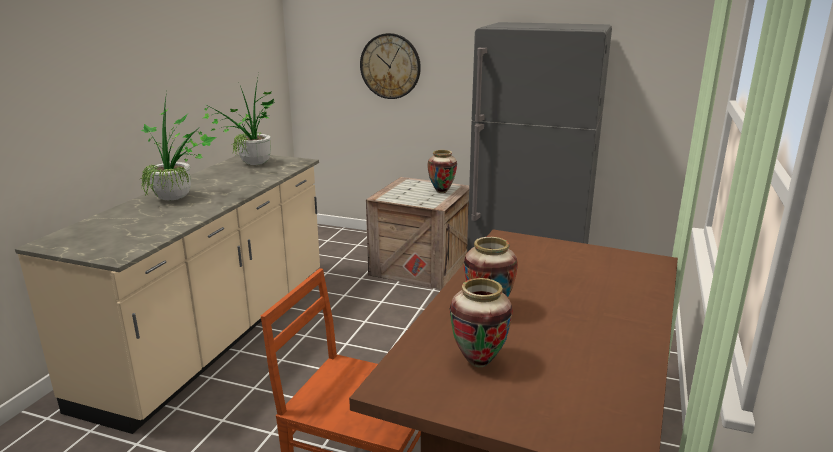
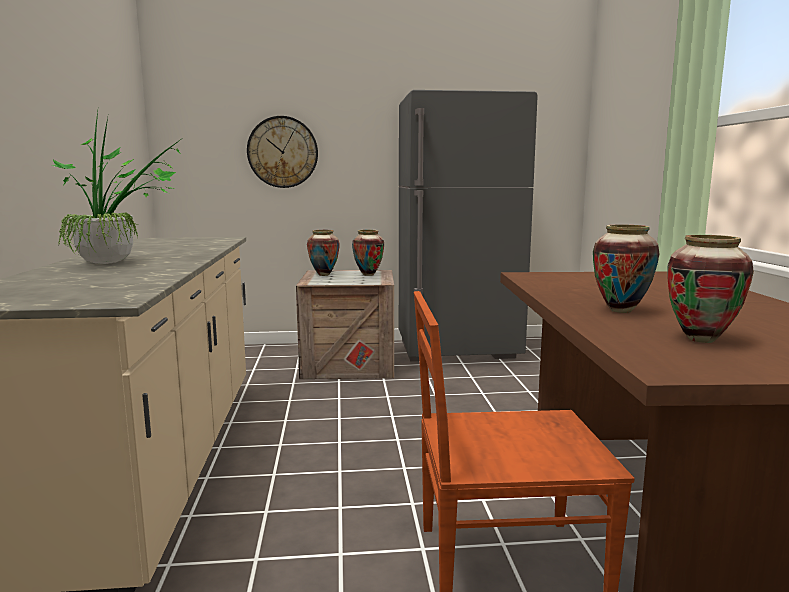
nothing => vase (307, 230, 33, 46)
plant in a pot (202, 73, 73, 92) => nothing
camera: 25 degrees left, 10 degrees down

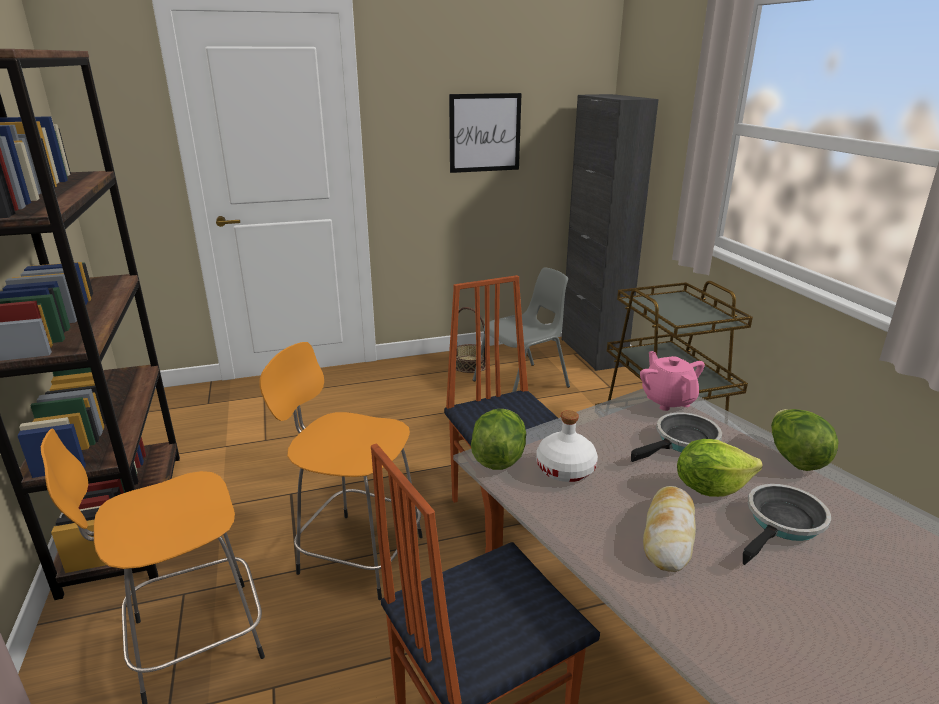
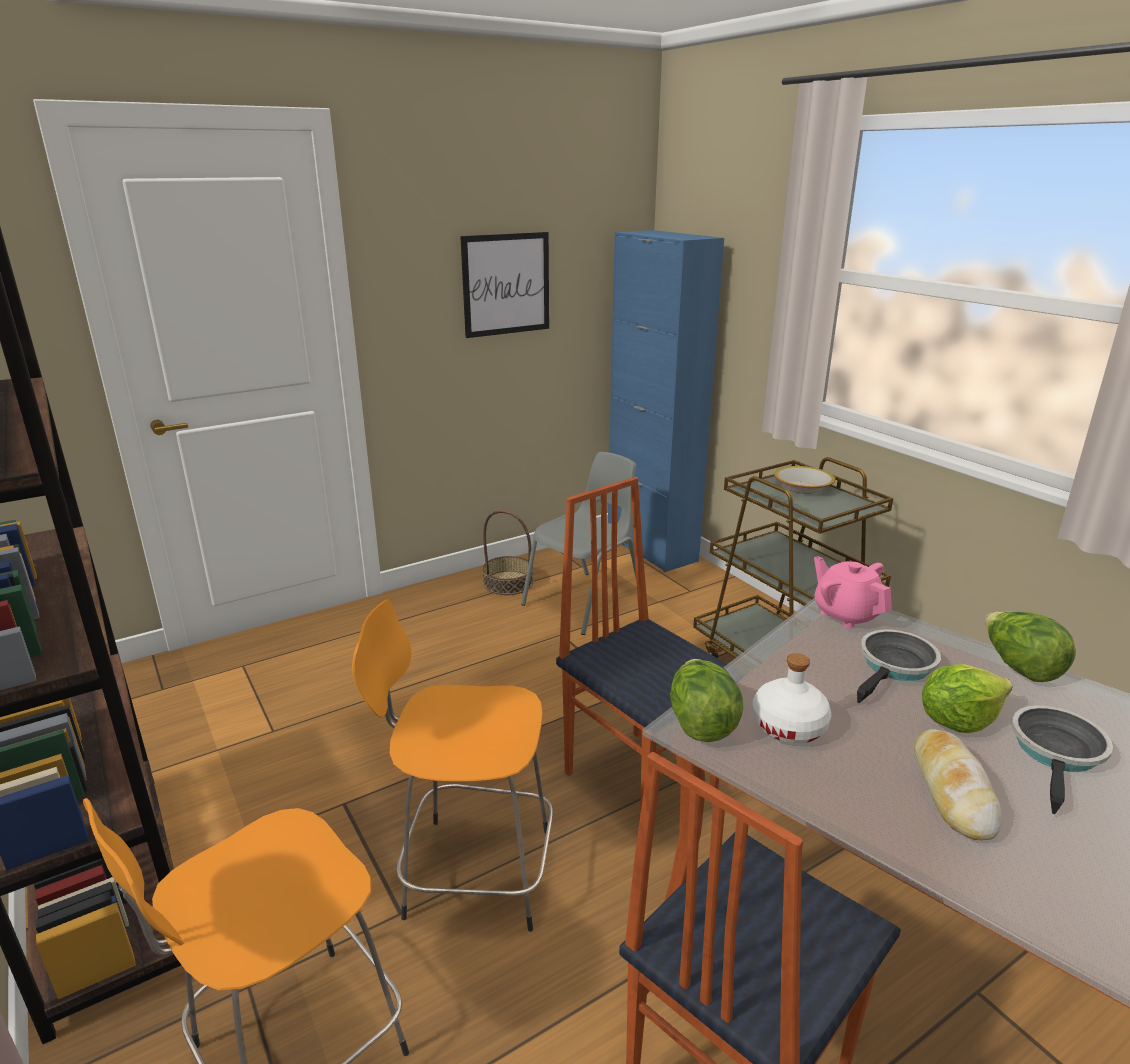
black cupboard (562, 94, 97, 277) => blue-coloured cupboard (608, 230, 116, 342)
nothing => serving bowl (774, 466, 61, 28)
camera: 15 degrees left, 0 degrees up

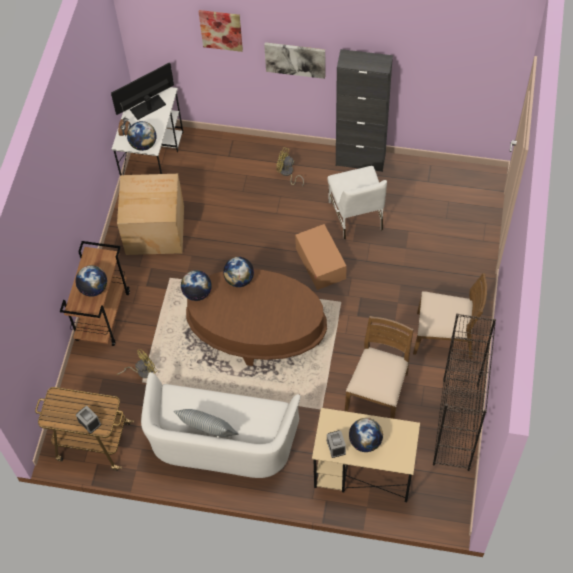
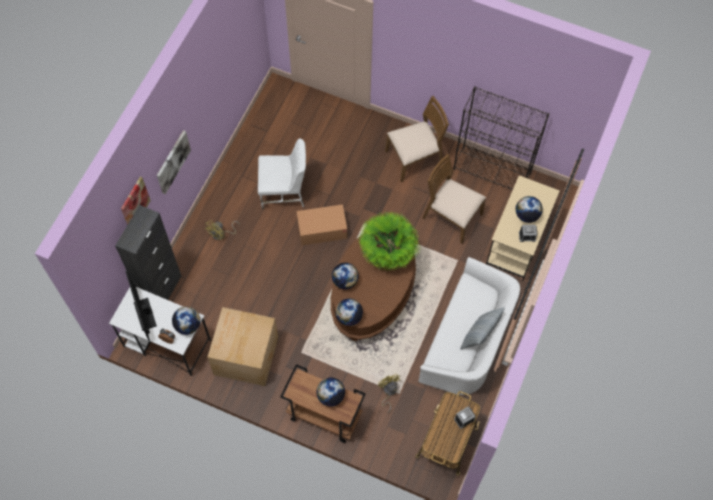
black cupboard (336, 49, 57, 123) => black cupboard (115, 205, 66, 95), relocated
nothing => plant in a pot (358, 211, 63, 60)
brown-coloured upright chair (413, 273, 74, 85) => brown-coloured upright chair (385, 96, 64, 86), 45 degrees clockwise
camera: 80 degrees left, 5 degrees up

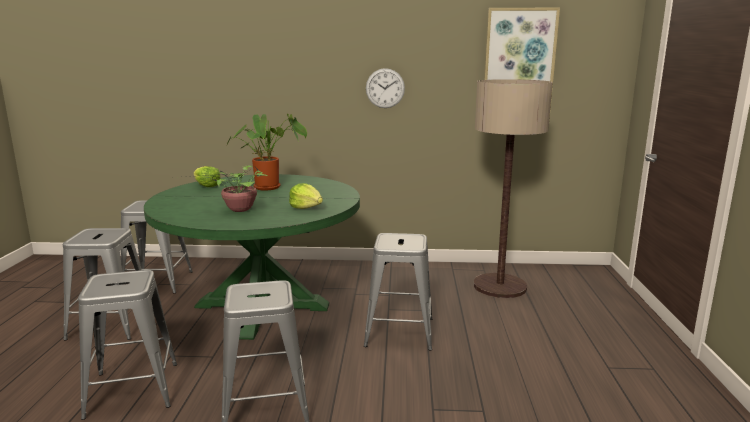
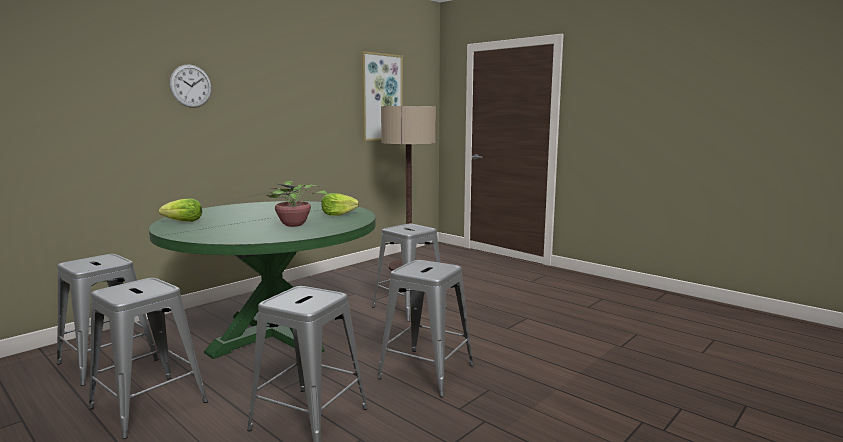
clock on the wall (366, 68, 39, 40) => clock on the wall (170, 64, 42, 44), relocated
plant in a pot (226, 114, 81, 77) => nothing
camera: 50 degrees left, 5 degrees down

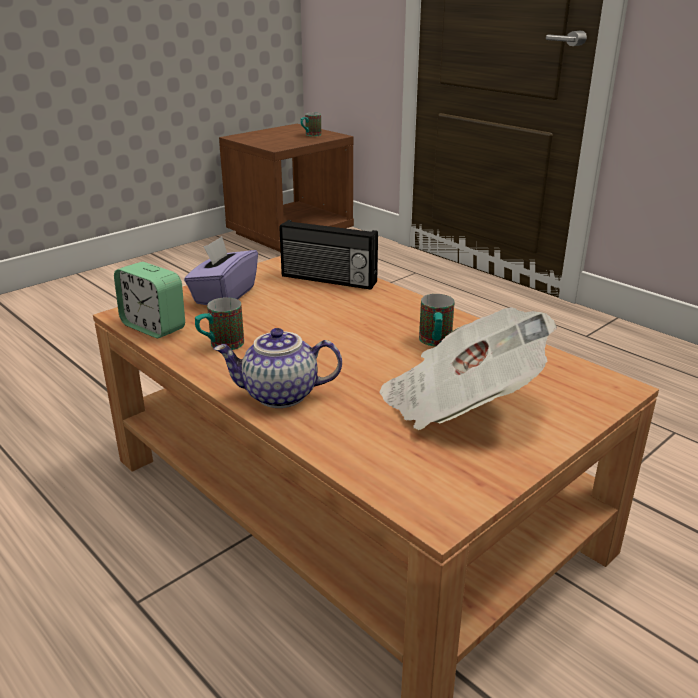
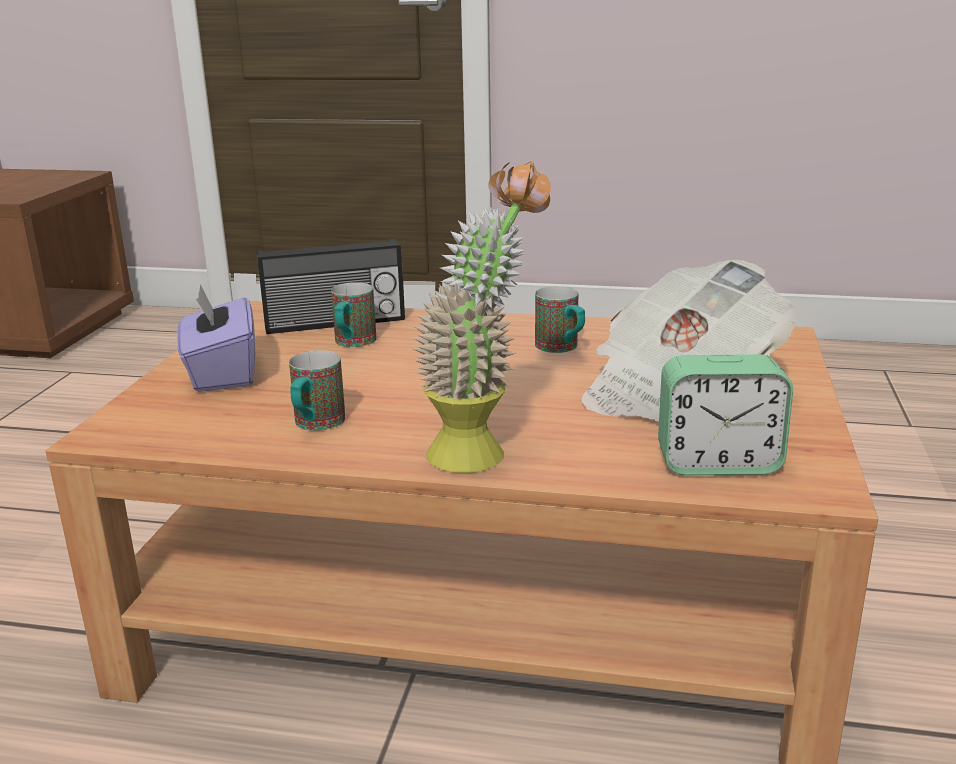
tea mug (300, 112, 21, 25) => tea mug (331, 282, 46, 65), relocated
teapot (214, 328, 128, 80) => plant in a pot (413, 161, 138, 312)
alarm clock (114, 262, 71, 76) => alarm clock (658, 354, 135, 121), relocated
camera: 35 degrees left, 5 degrees down

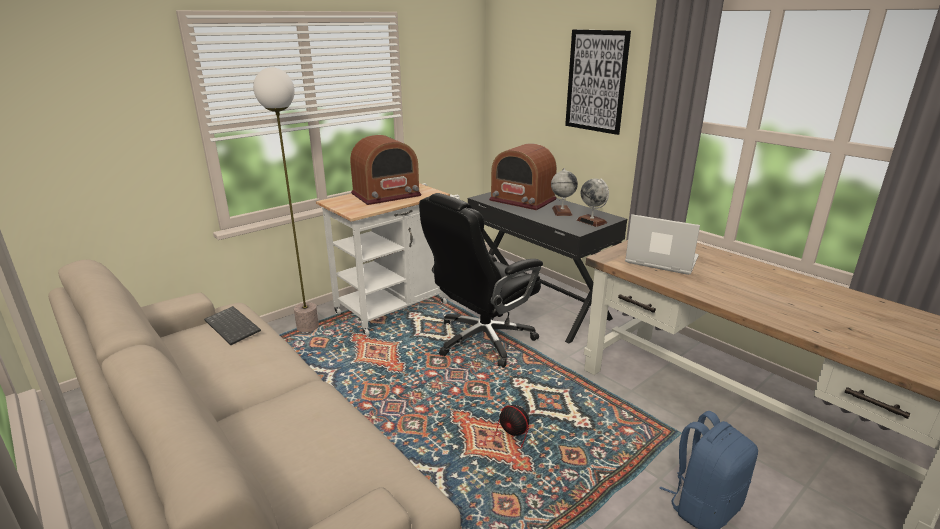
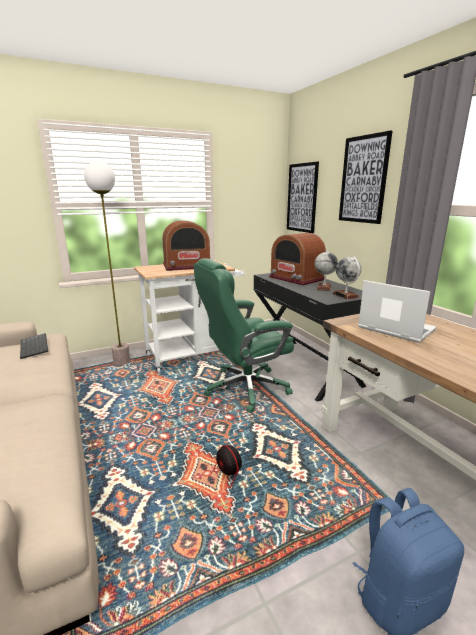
black computer chair (419, 193, 124, 175) => green-coloured computer chair (194, 258, 100, 155)
nothing => wall picture (287, 161, 32, 72)
camera: 15 degrees right, 5 degrees down

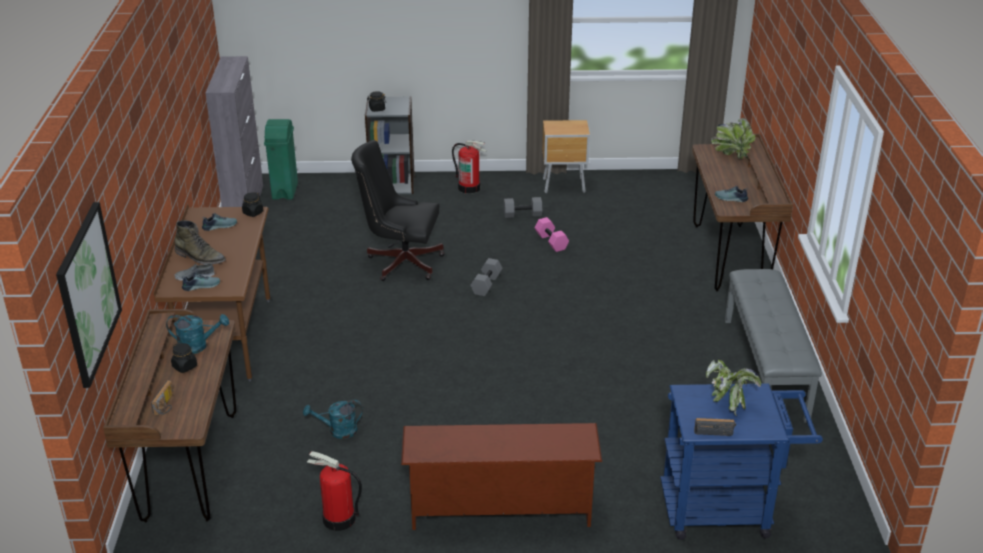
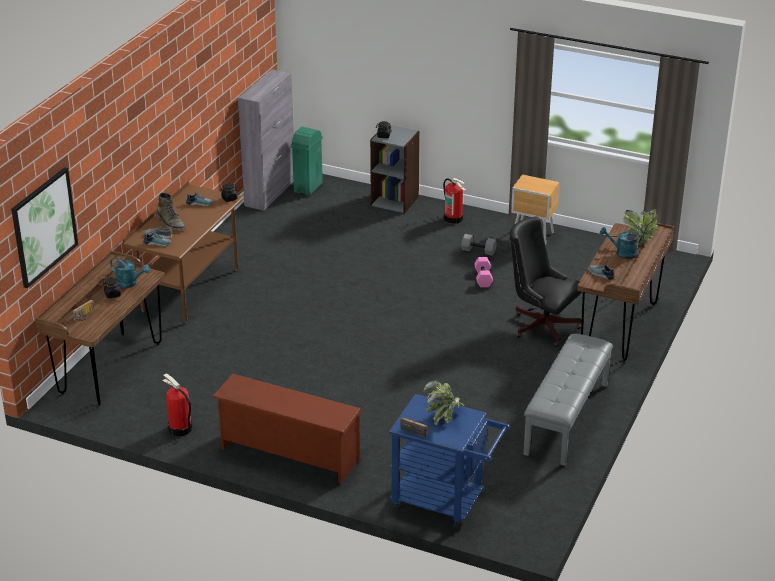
black computer chair (351, 140, 94, 141) => black computer chair (510, 216, 72, 131), relocated
turquoise-coloured sprinkling can (303, 400, 60, 39) => turquoise-coloured sprinkling can (600, 227, 44, 32), relocated
grey free weight (470, 258, 33, 38) => nothing
camera: 25 degrees right, 0 degrees up

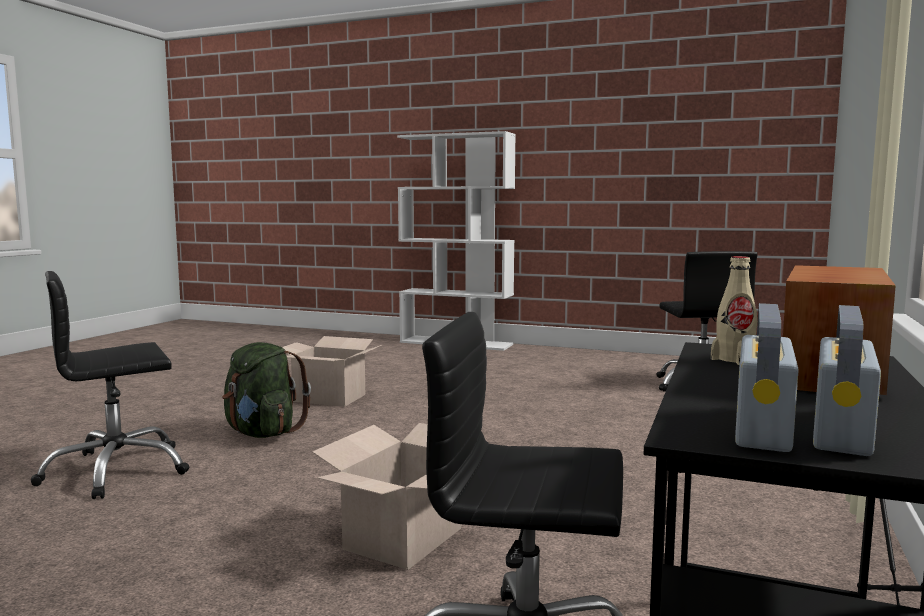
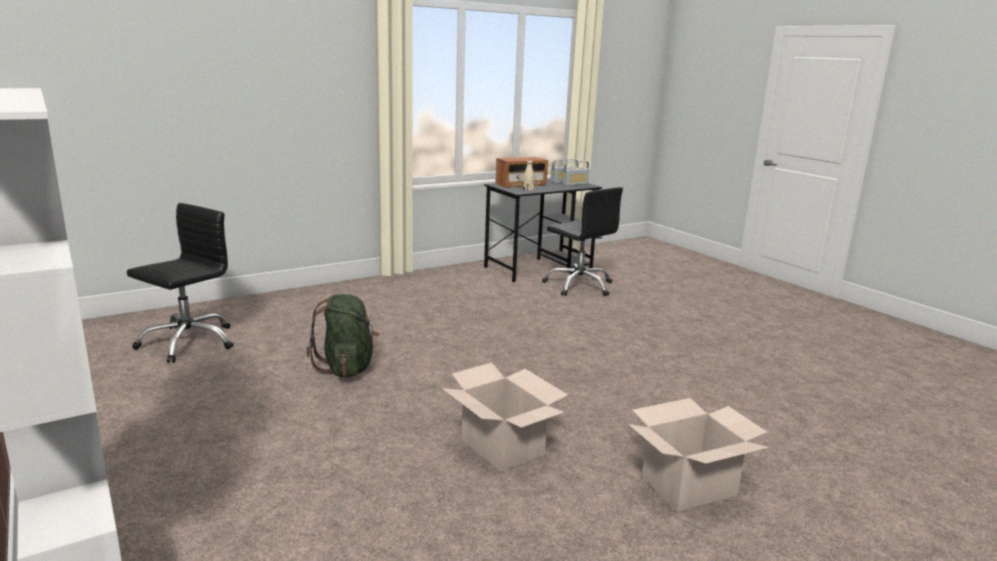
green-coloured rucksack (222, 342, 89, 96) => green-coloured rucksack (306, 294, 74, 84), relocated
cardboard box (312, 423, 150, 147) => cardboard box (628, 398, 141, 114), relocated
black computer chair (31, 271, 158, 228) => nothing
camera: 145 degrees left, 10 degrees up

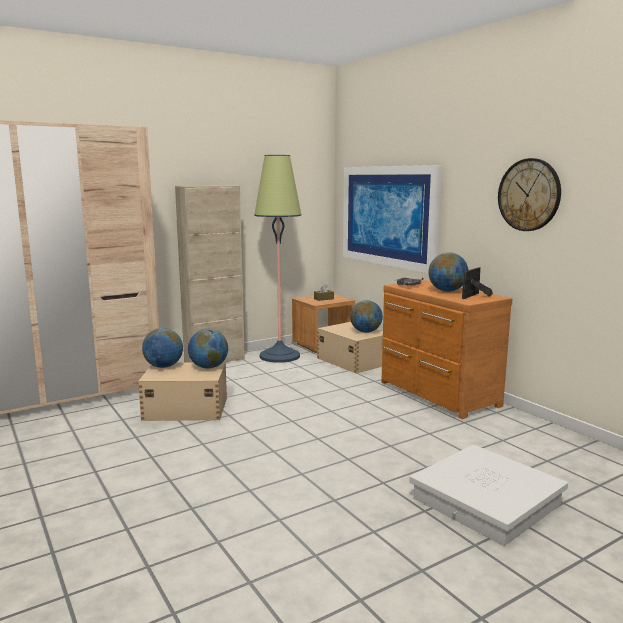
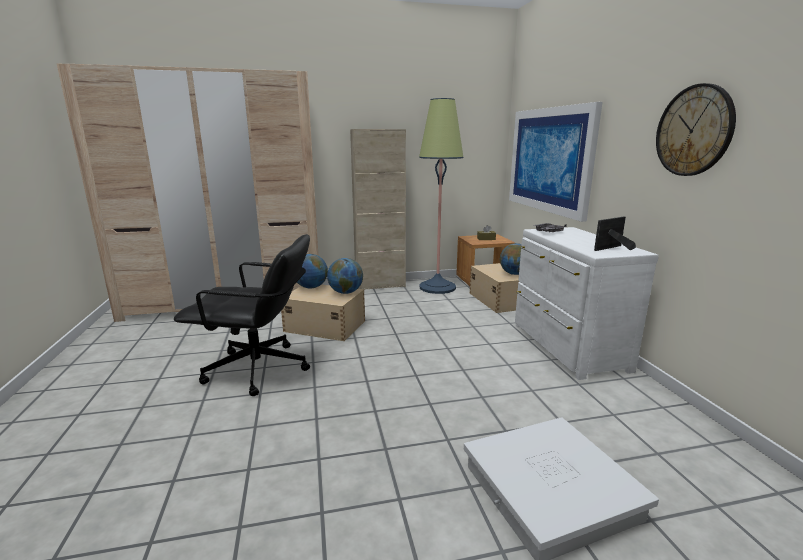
nothing => black computer chair (174, 234, 136, 162)
brown-coloured dresser (381, 280, 131, 139) => white-coloured dresser (515, 227, 144, 153)
world globe (428, 252, 40, 40) => nothing
camera: 20 degrees right, 5 degrees up

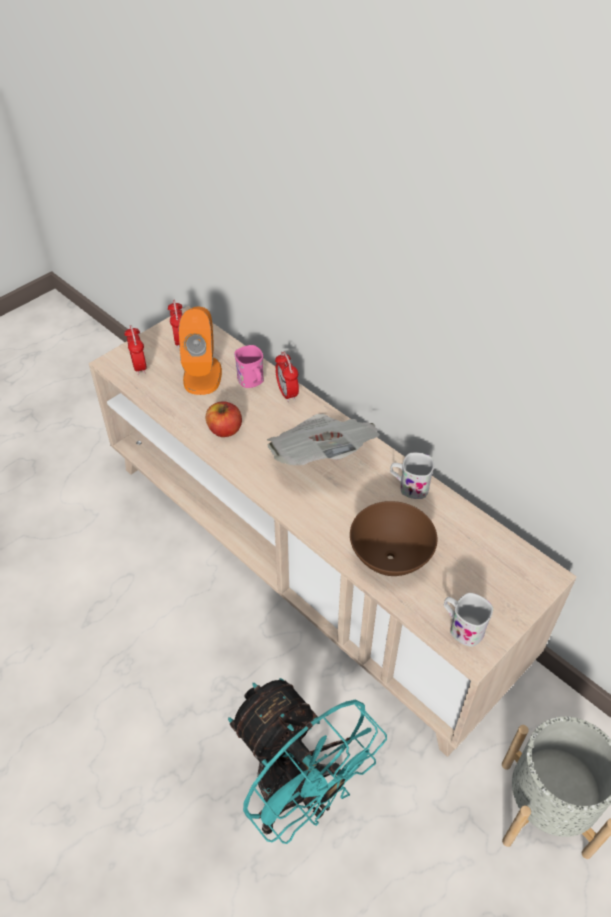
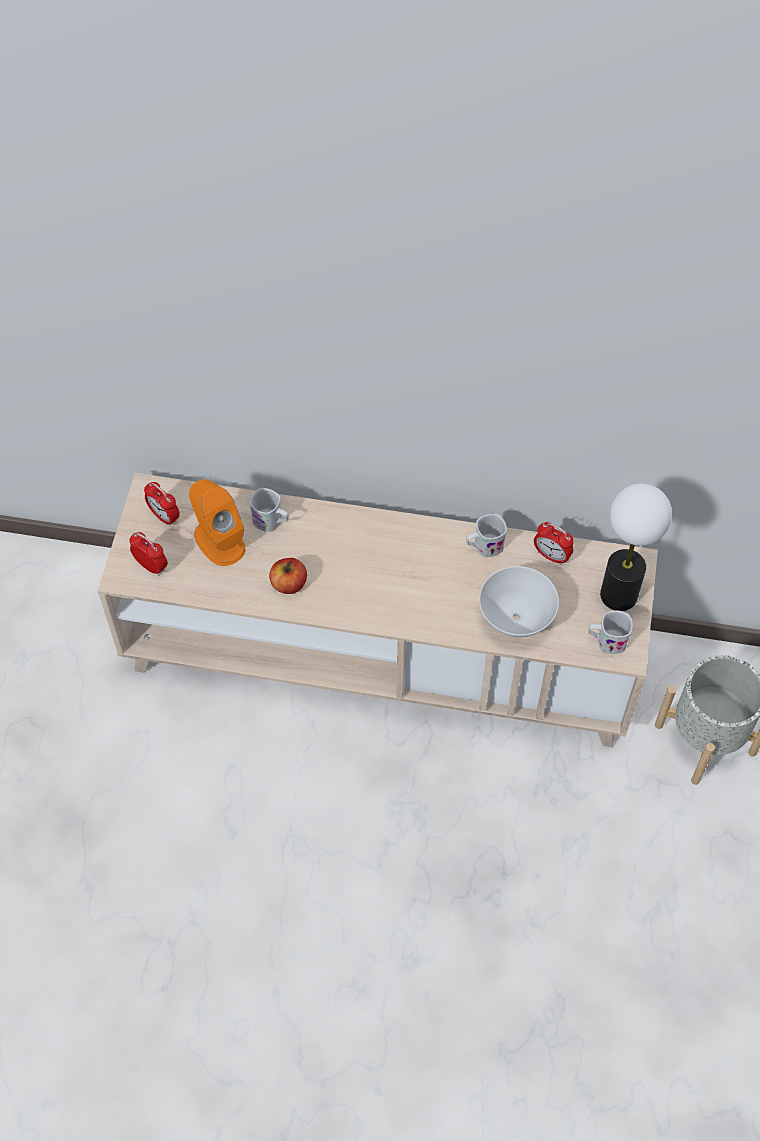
pink tea mug (234, 345, 30, 43) => white-coloured tea mug (249, 488, 40, 44)
brown-coloured serving bowl (350, 501, 88, 75) => white-coloured serving bowl (479, 566, 80, 71)
alarm clock (275, 352, 24, 50) => alarm clock (534, 522, 40, 43), relocated
nothing => lamp for a table (600, 483, 72, 128)
turquoise-coloured electric fan (228, 678, 159, 166) => nothing
daily paper (267, 413, 113, 53) => nothing
camera: 35 degrees left, 10 degrees up

